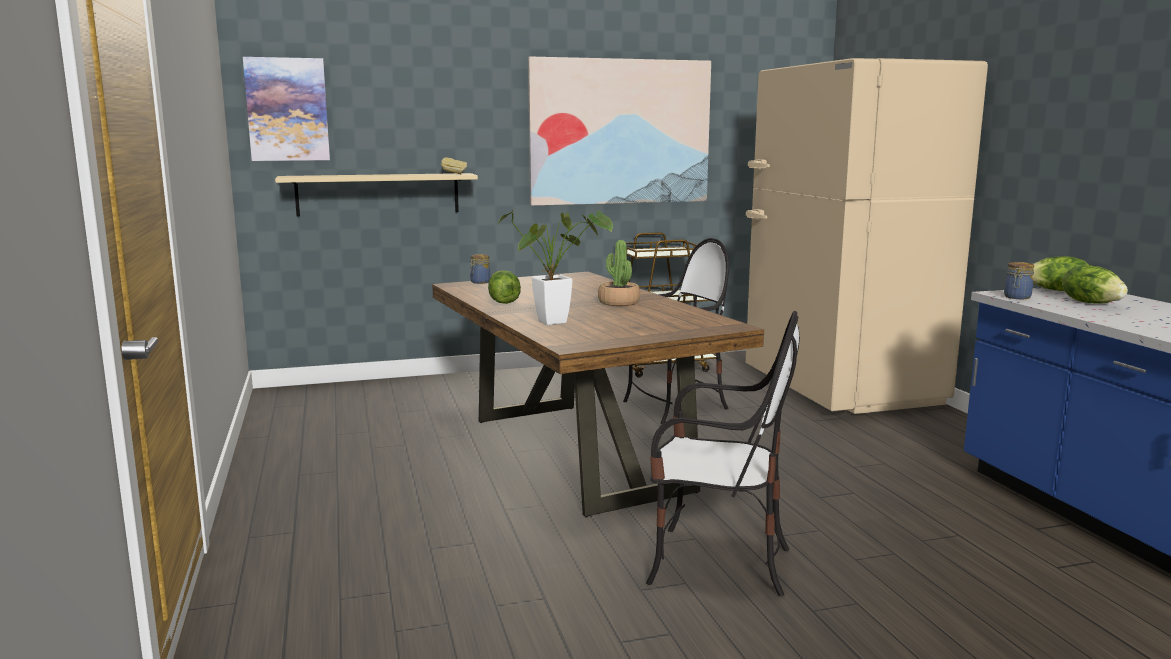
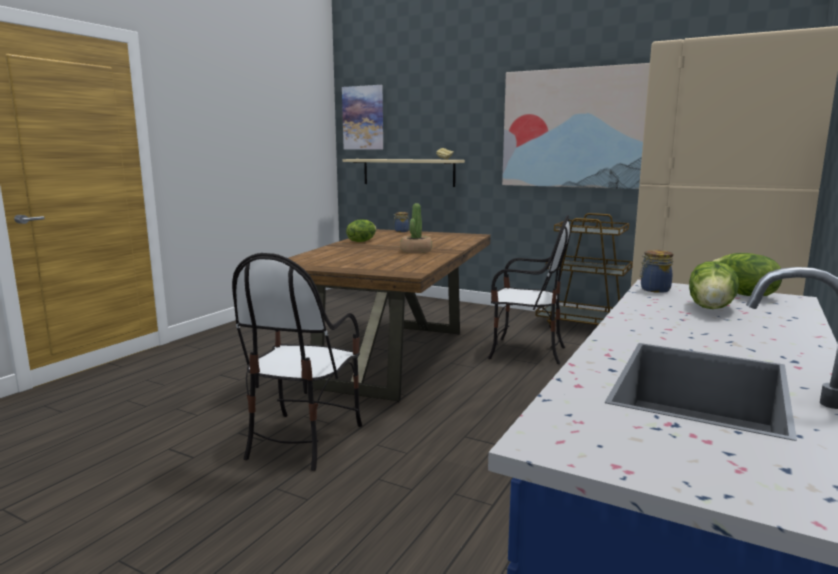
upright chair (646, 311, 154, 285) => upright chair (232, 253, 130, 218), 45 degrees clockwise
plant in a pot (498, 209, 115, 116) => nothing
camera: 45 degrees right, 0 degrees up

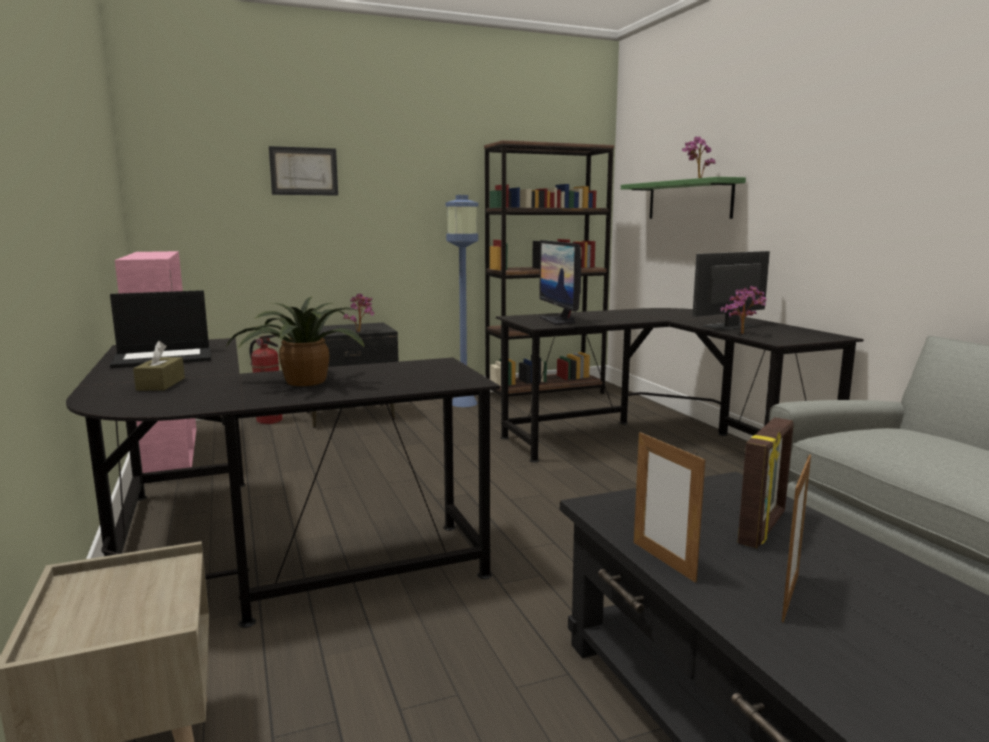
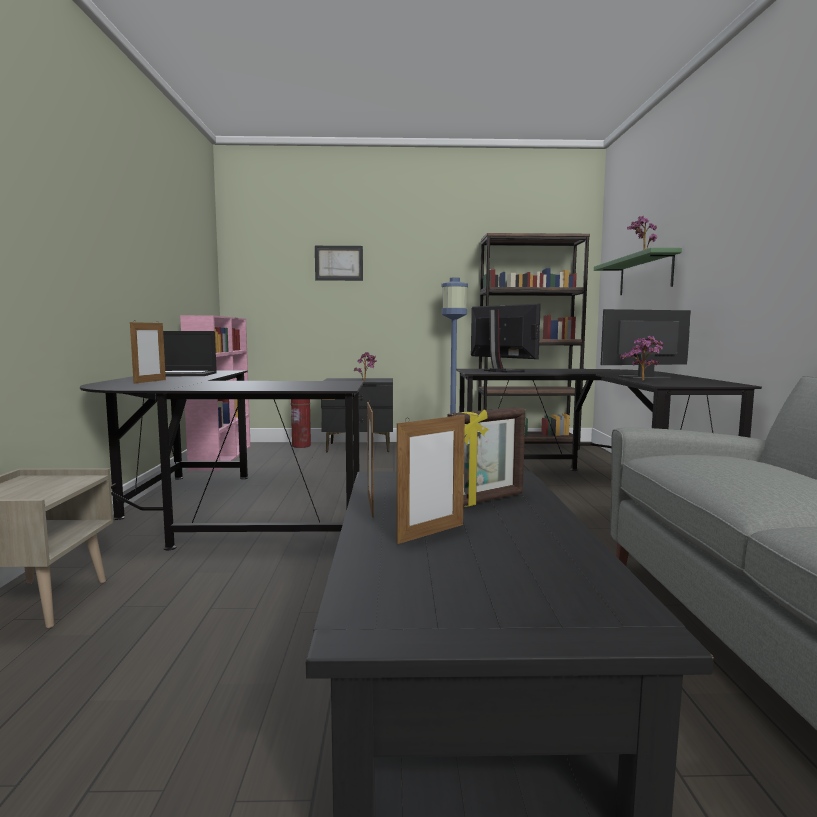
brown-coloured tissue box (133, 341, 52, 50) => photo frame (130, 320, 36, 64)
computer display (539, 240, 43, 85) => computer display (471, 304, 70, 69), 135 degrees clockwise
plant in a pot (226, 296, 139, 90) => nothing
camera: 20 degrees right, 5 degrees down

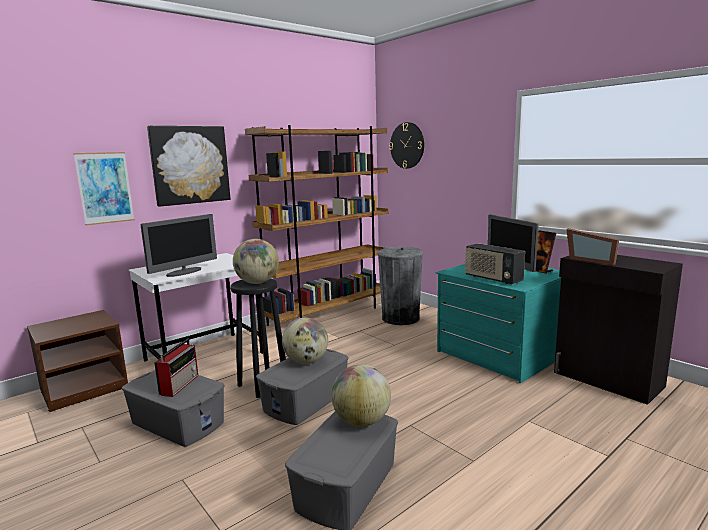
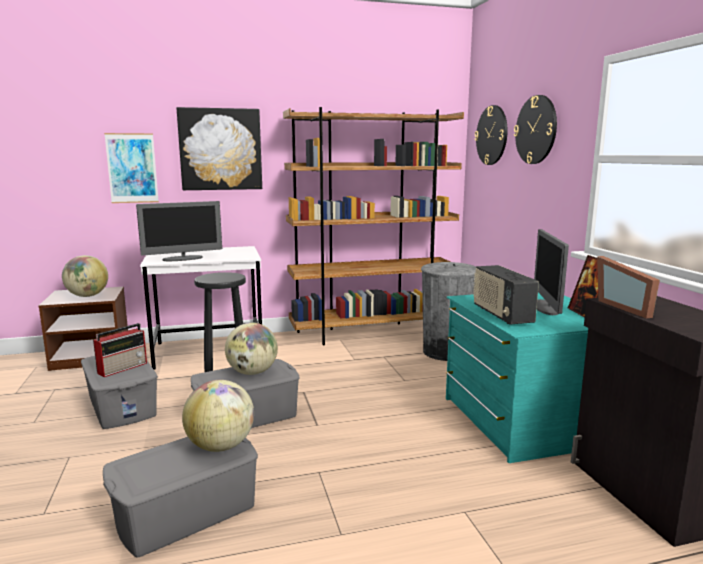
world globe (233, 239, 46, 45) => world globe (62, 255, 46, 42), relocated
nothing => clock on the wall (514, 95, 43, 69)
camera: 25 degrees right, 0 degrees up

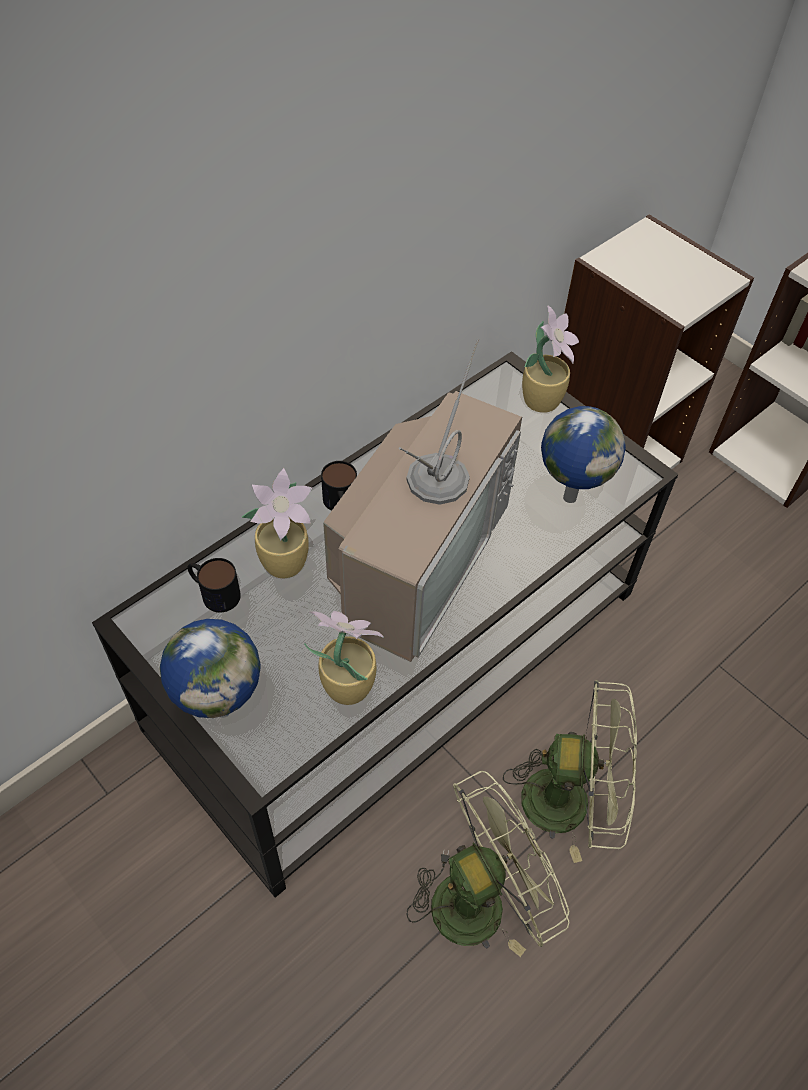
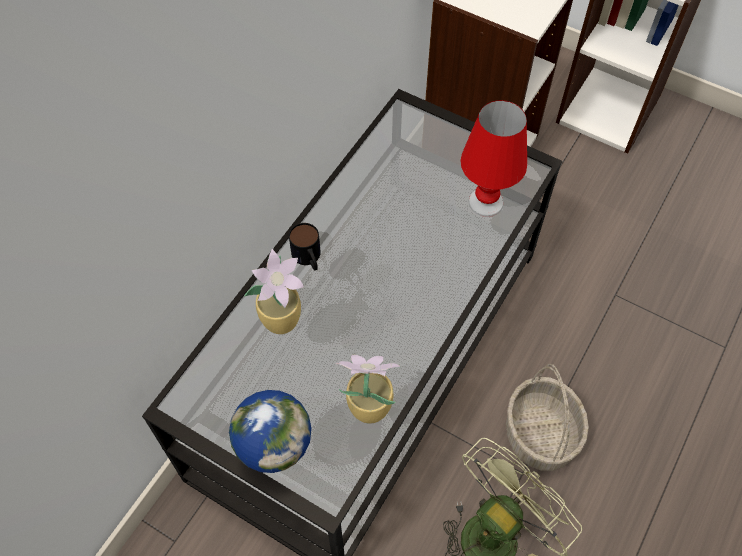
world globe (541, 406, 85, 97) => red-coloured lamp for a table (460, 100, 67, 117)
green-coloured electric fan (503, 680, 134, 183) => basket (506, 364, 83, 107)
tea mug (187, 558, 54, 54) => nothing
TV set (323, 339, 199, 323) => nothing
plant in a pot (522, 305, 57, 108) => nothing
camera: 15 degrees left, 5 degrees up

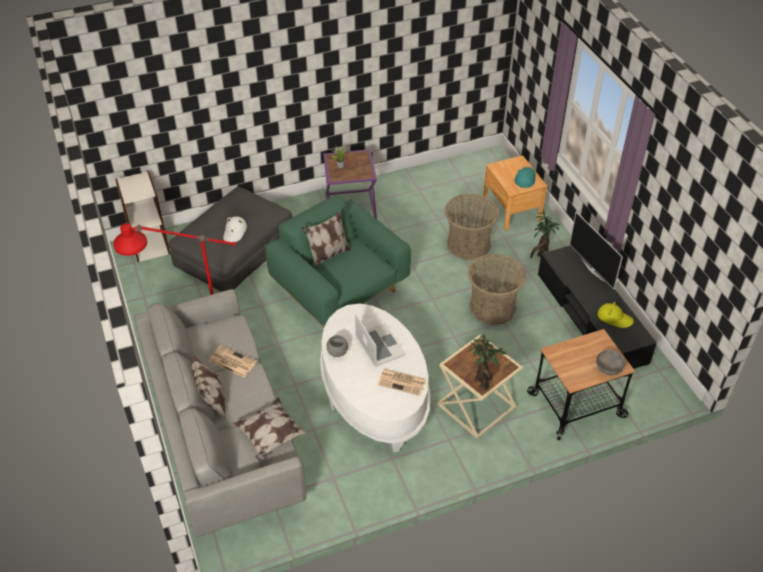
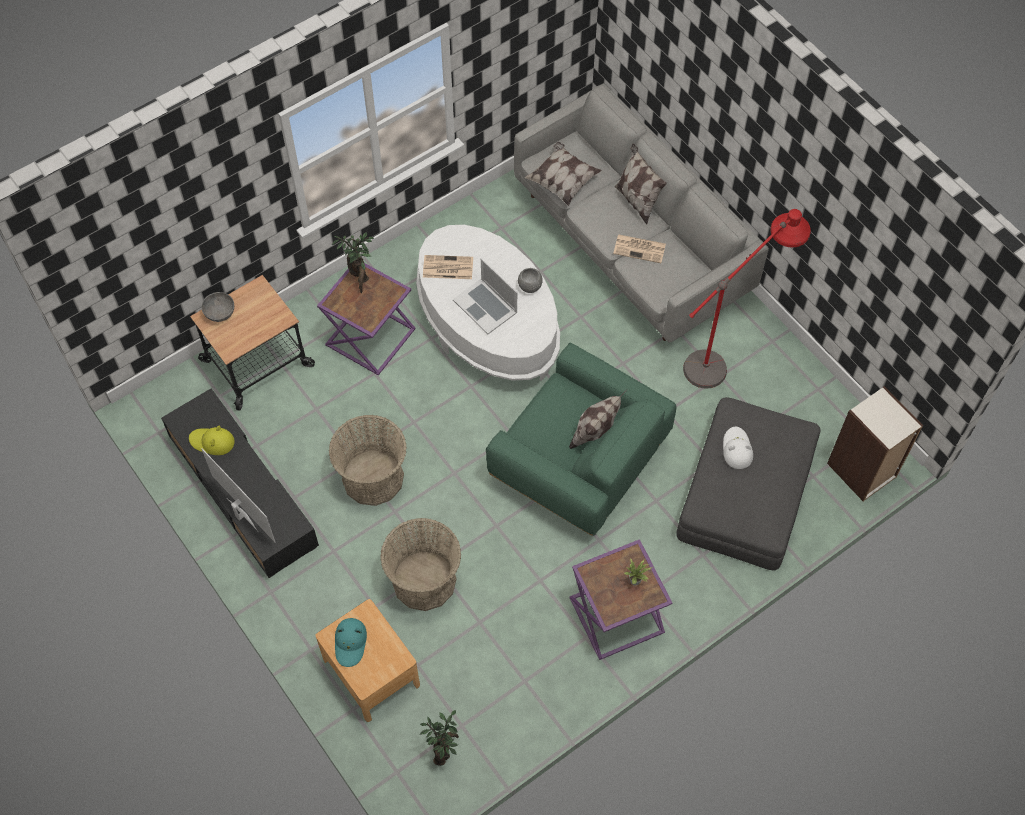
beige accent table (437, 334, 86, 105) => purple accent table (317, 263, 99, 112)
plant in a pot (530, 210, 30, 48) => plant in a pot (420, 710, 39, 56), relocated
camera: 165 degrees right, 15 degrees up

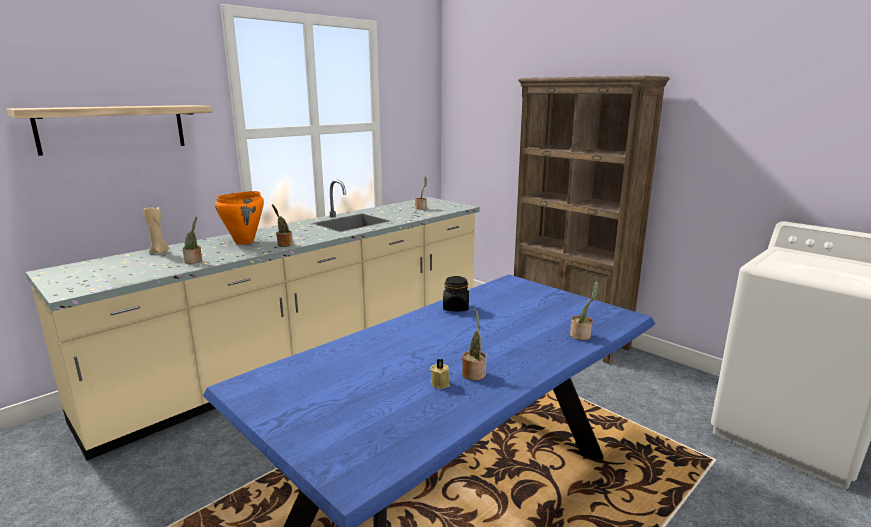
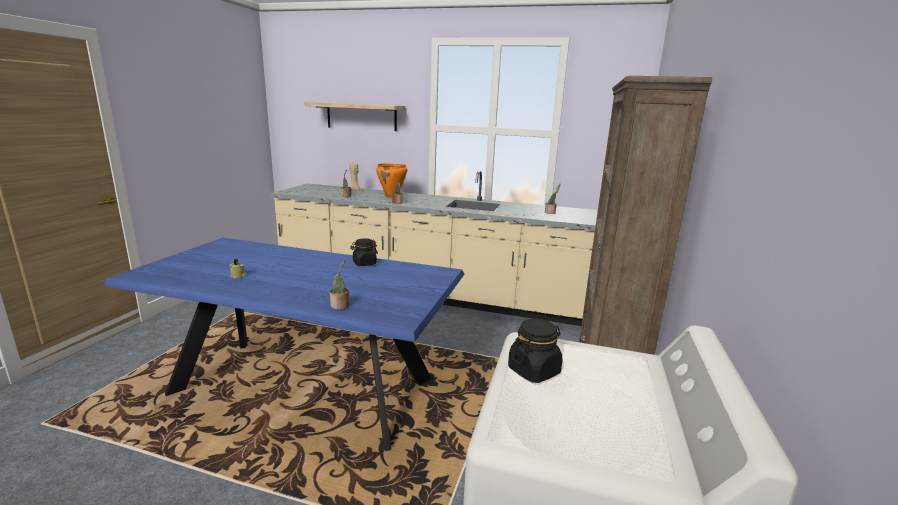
nothing => black preserve jar (508, 319, 55, 64)
plant in a pot (462, 308, 24, 72) => nothing
camera: 60 degrees right, 0 degrees up

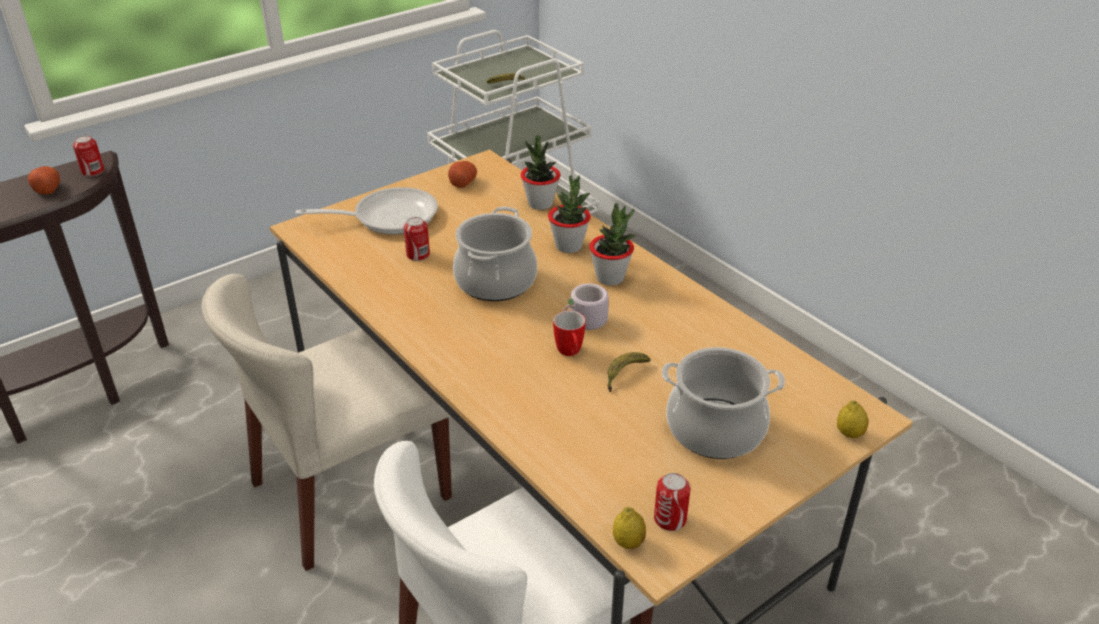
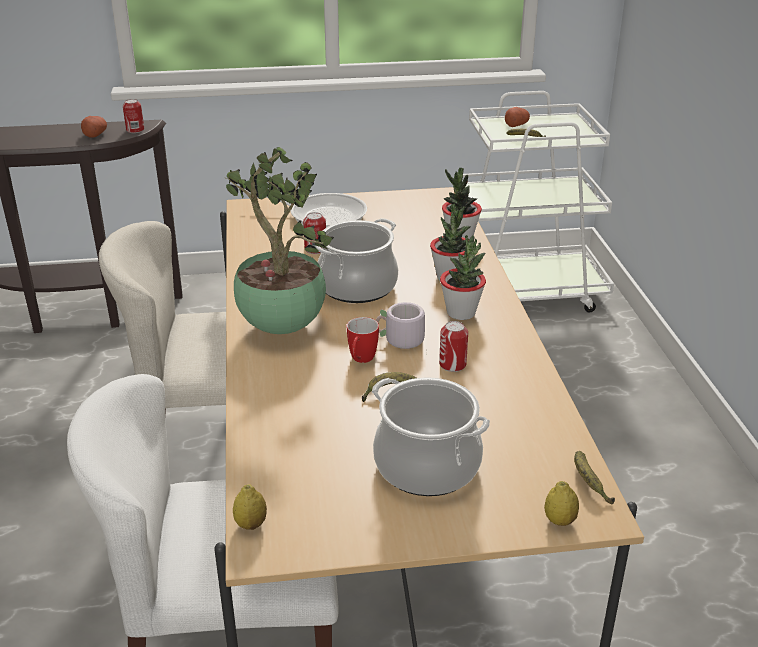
nothing => plant in a pot (224, 147, 110, 187)
can (654, 473, 37, 58) => can (439, 321, 29, 51), relocated
spud (448, 161, 29, 27) => spud (505, 107, 25, 20), relocated
nothing => banana (574, 451, 41, 54)
camera: 30 degrees right, 5 degrees down

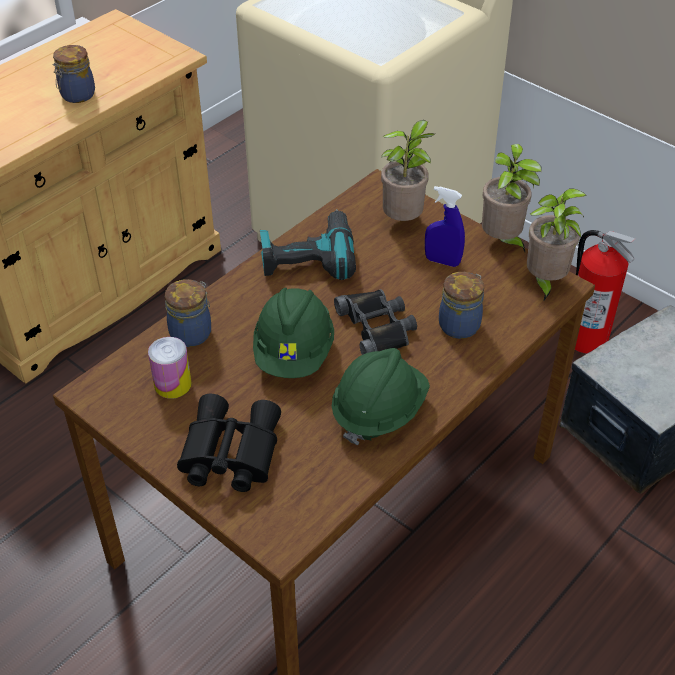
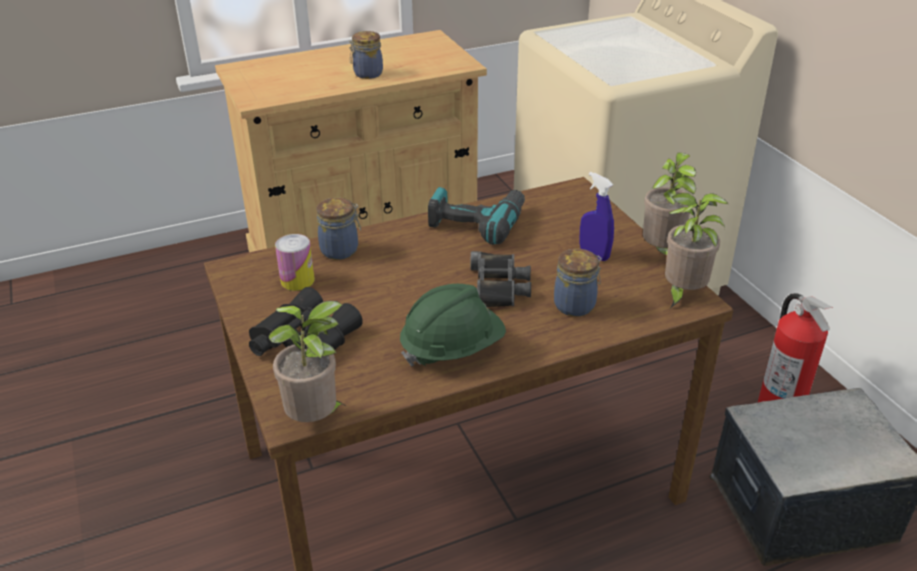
plant in a pot (381, 120, 54, 101) => plant in a pot (269, 301, 77, 121), relocated
green-coloured hard hat (253, 288, 81, 90) => nothing
camera: 25 degrees right, 10 degrees down

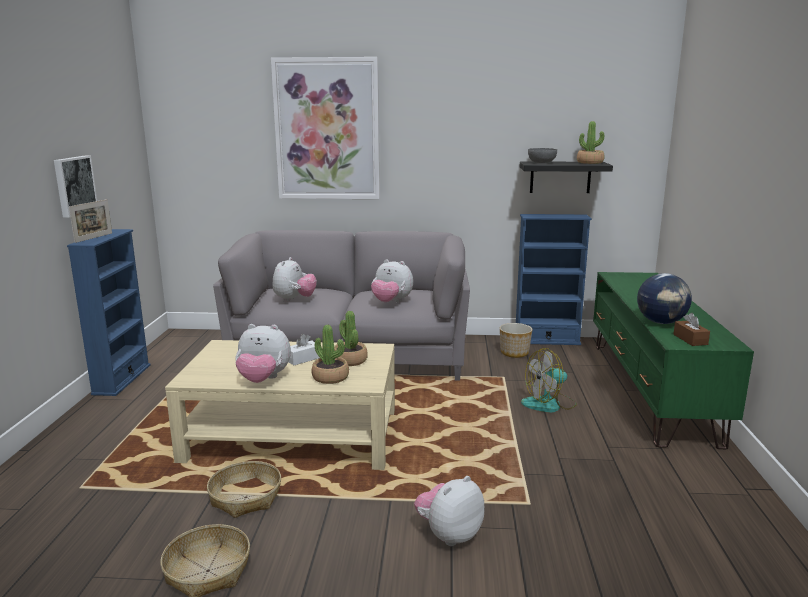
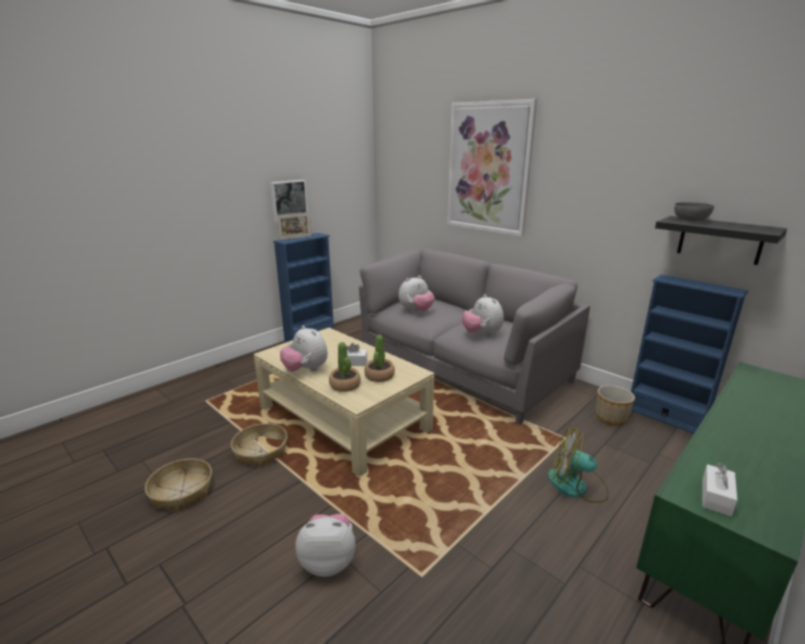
brown-coloured tissue box (674, 313, 36, 33) => white-coloured tissue box (702, 463, 36, 53)
plant in a pot (577, 121, 28, 43) => nothing
world globe (637, 273, 55, 51) => nothing
camera: 40 degrees right, 5 degrees up

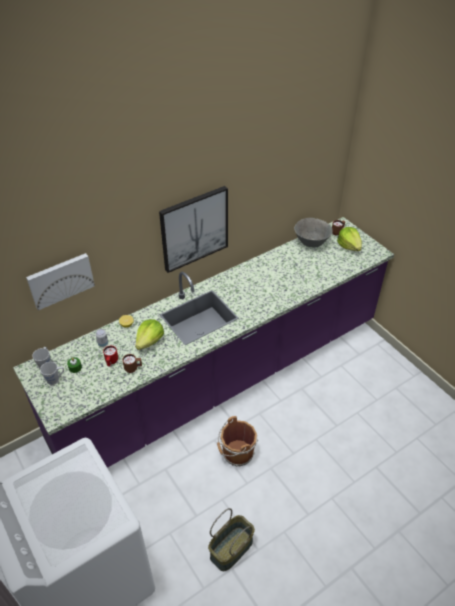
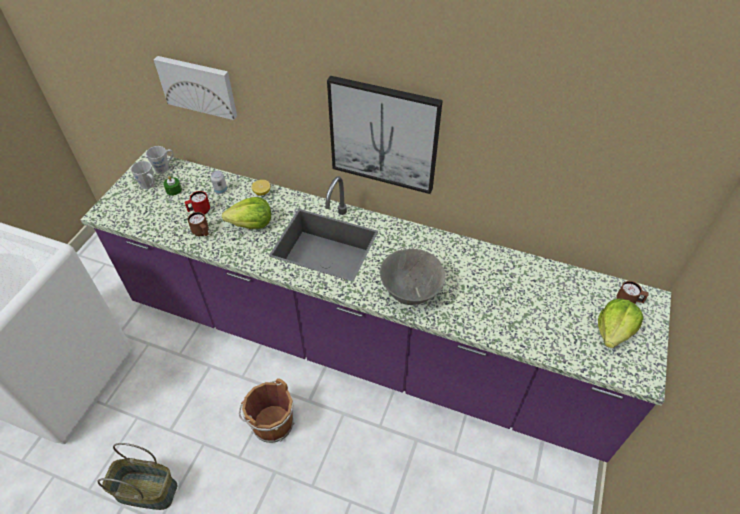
grey serving bowl (294, 218, 39, 29) => grey serving bowl (380, 249, 65, 56), relocated
camera: 55 degrees right, 5 degrees up

